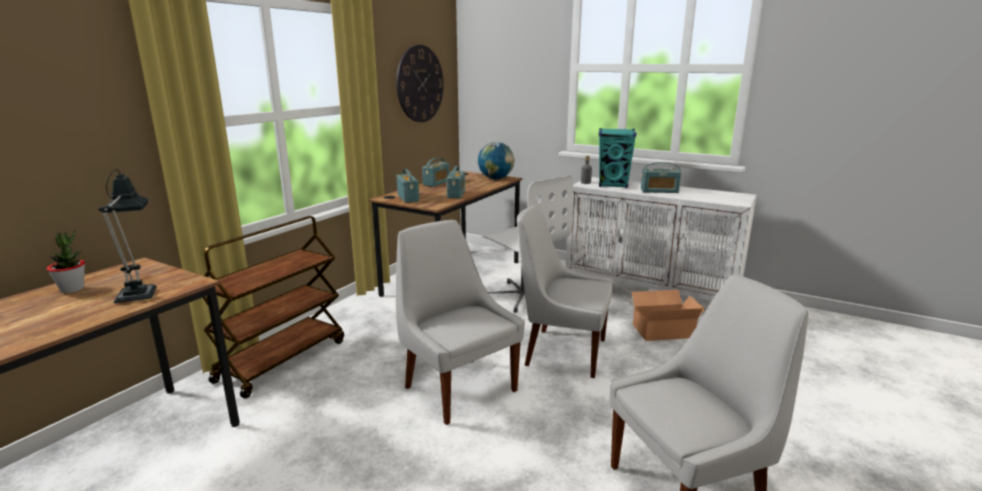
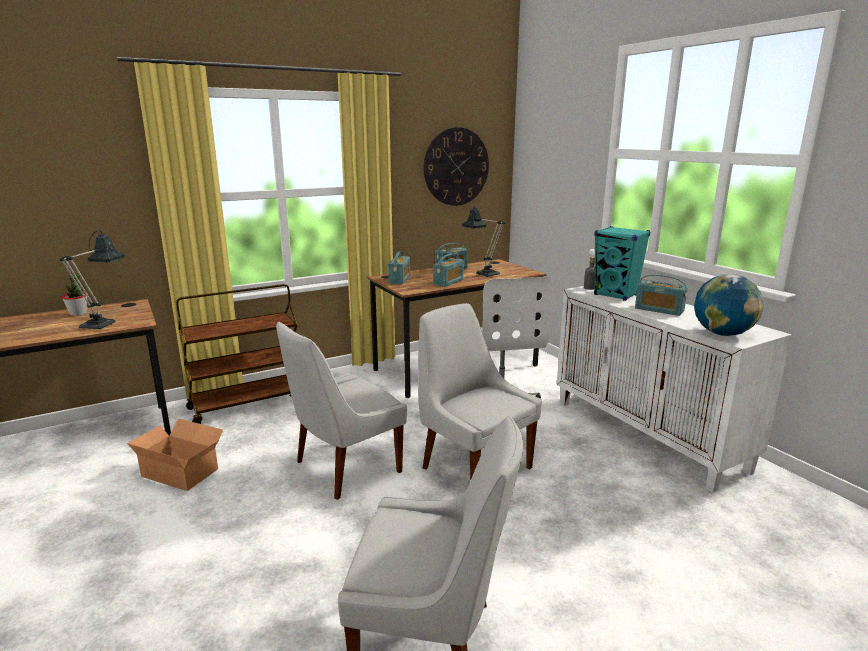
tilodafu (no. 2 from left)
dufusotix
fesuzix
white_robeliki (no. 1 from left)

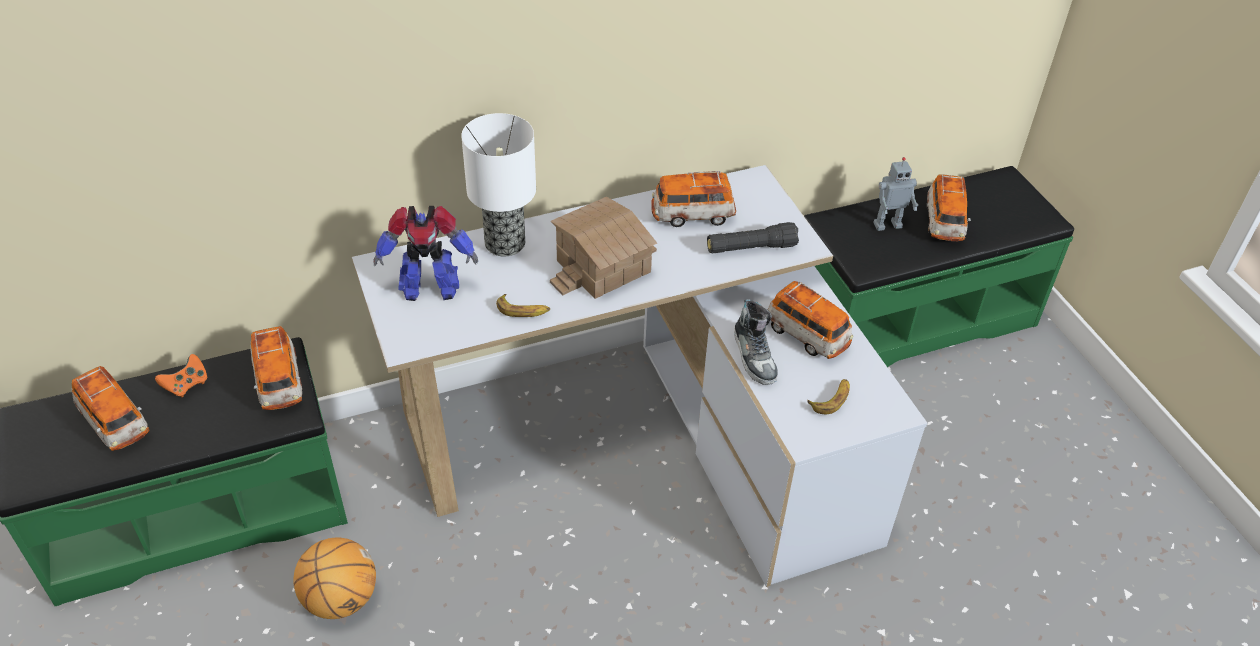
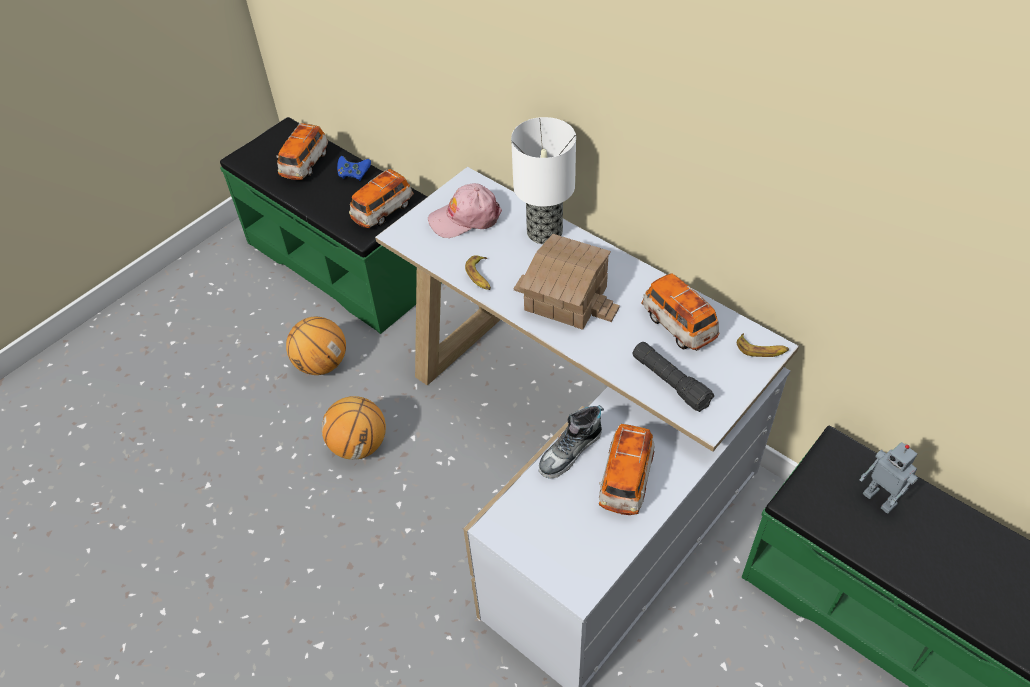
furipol (no. 5 from left in the first image)
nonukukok (no. 2 from left)
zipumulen (no. 2 from left)
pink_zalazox
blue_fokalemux

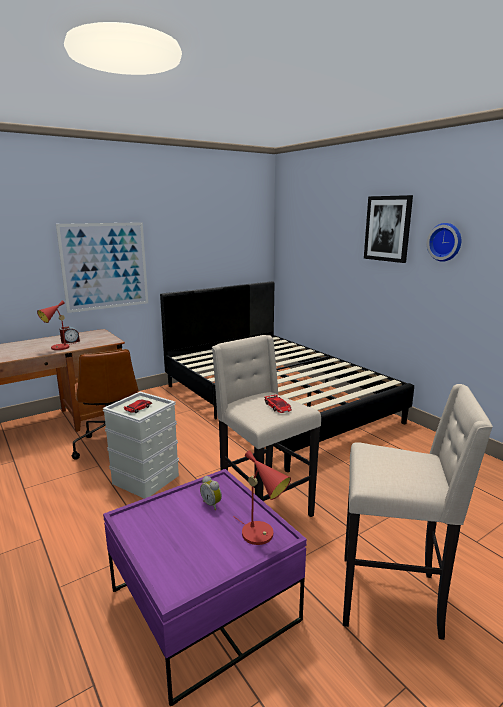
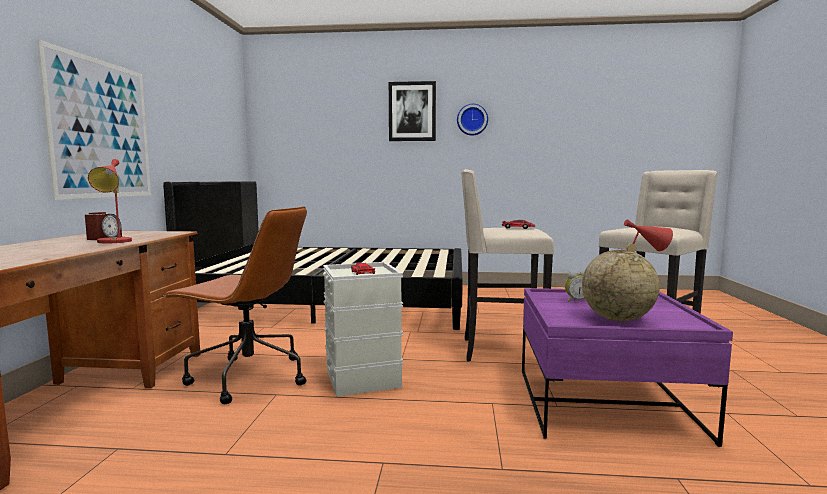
dufusotix

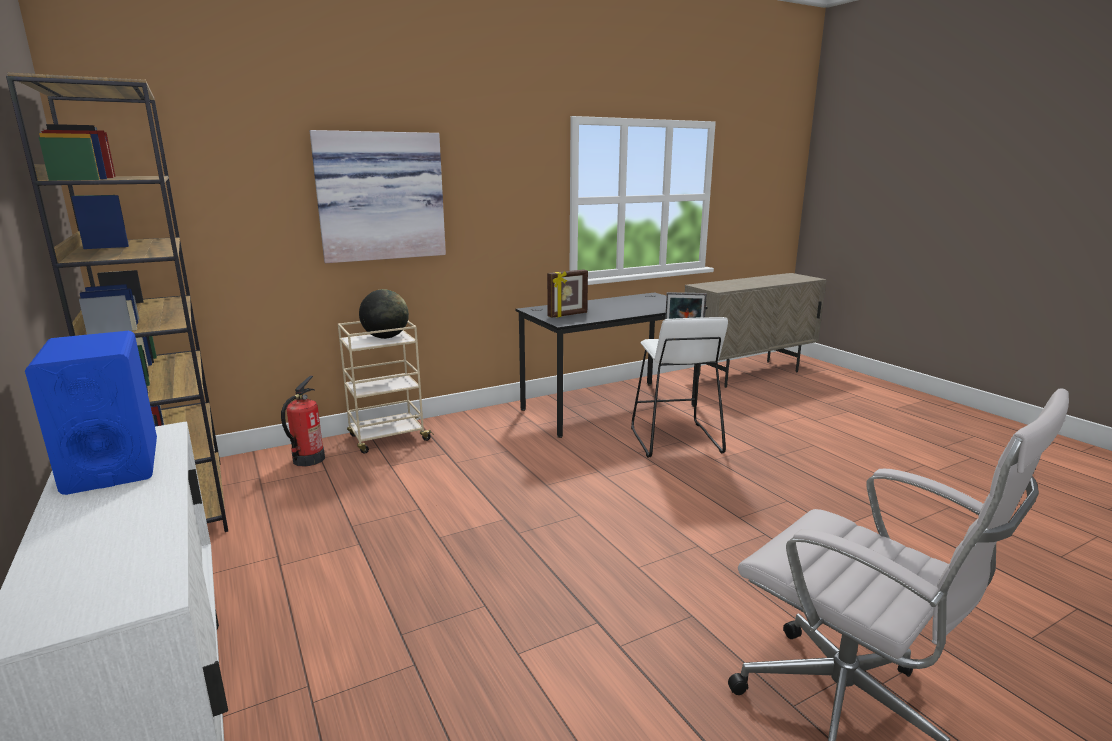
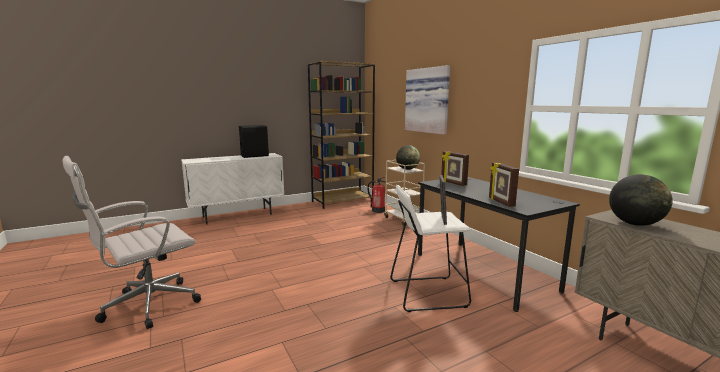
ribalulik (no. 3 from left)
dufusotix (no. 2 from left)
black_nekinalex

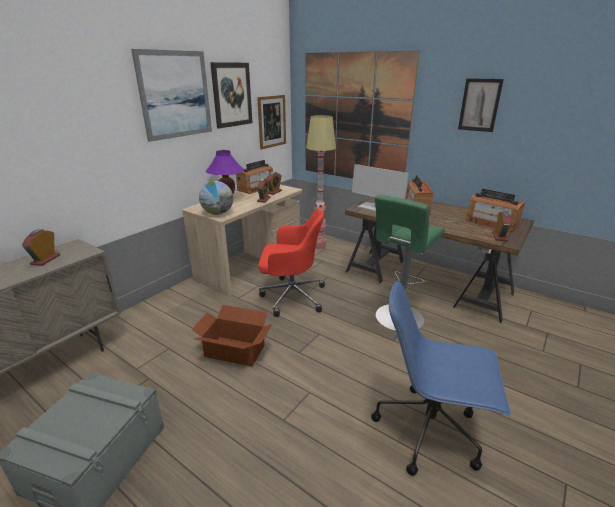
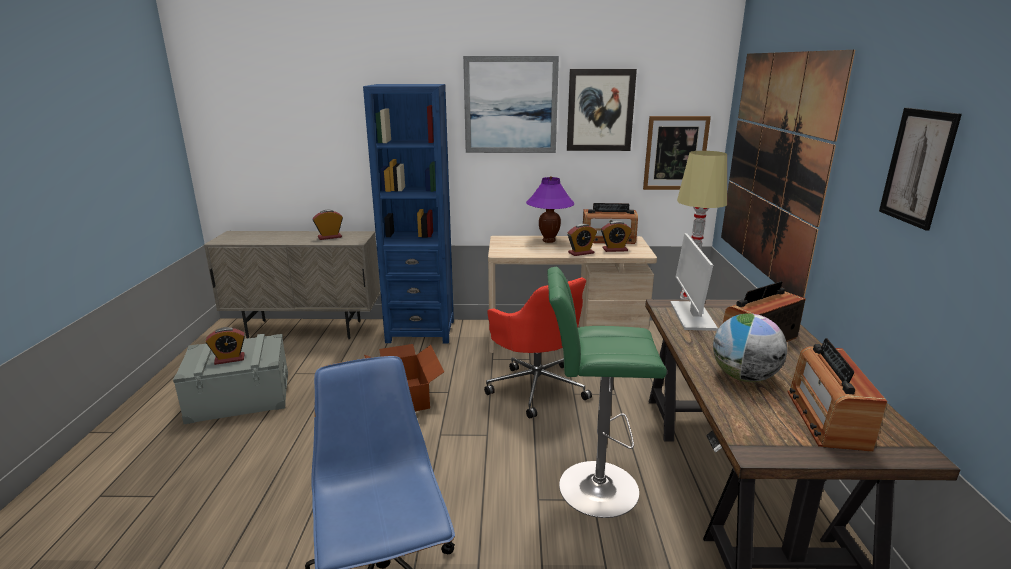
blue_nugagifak
dufusotix
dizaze (no. 1 from left)

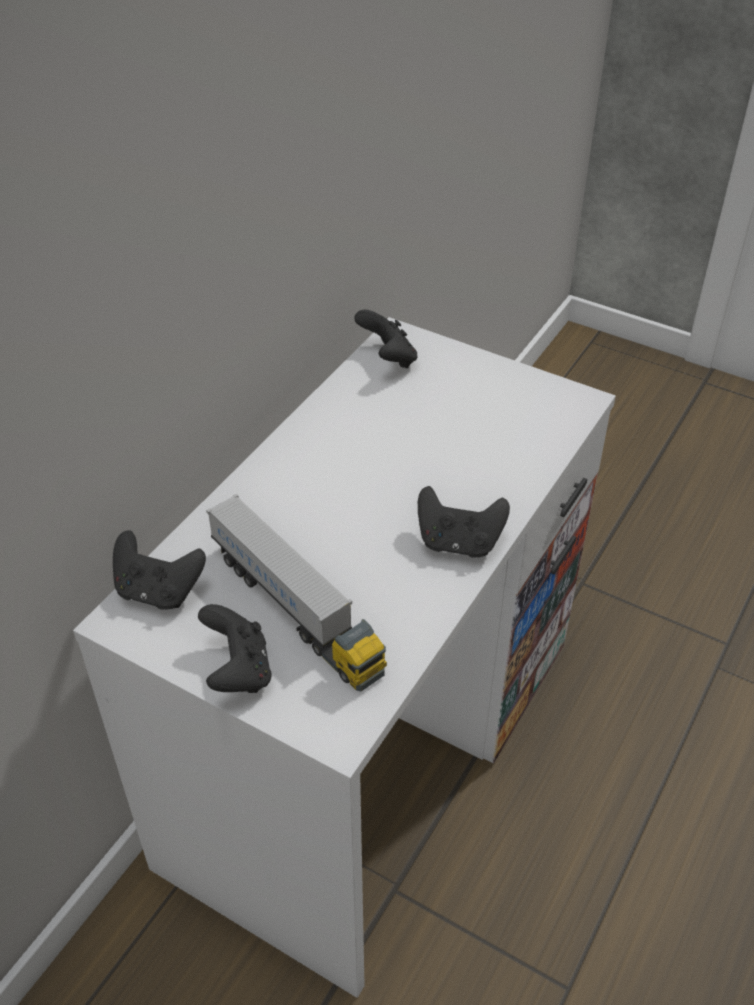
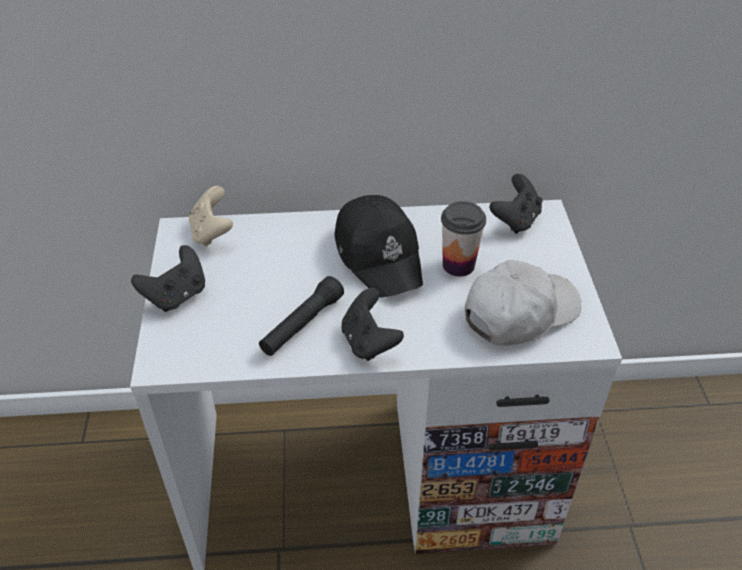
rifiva
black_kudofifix
black_zalazox
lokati
white_zalazox
beige_fokalemux

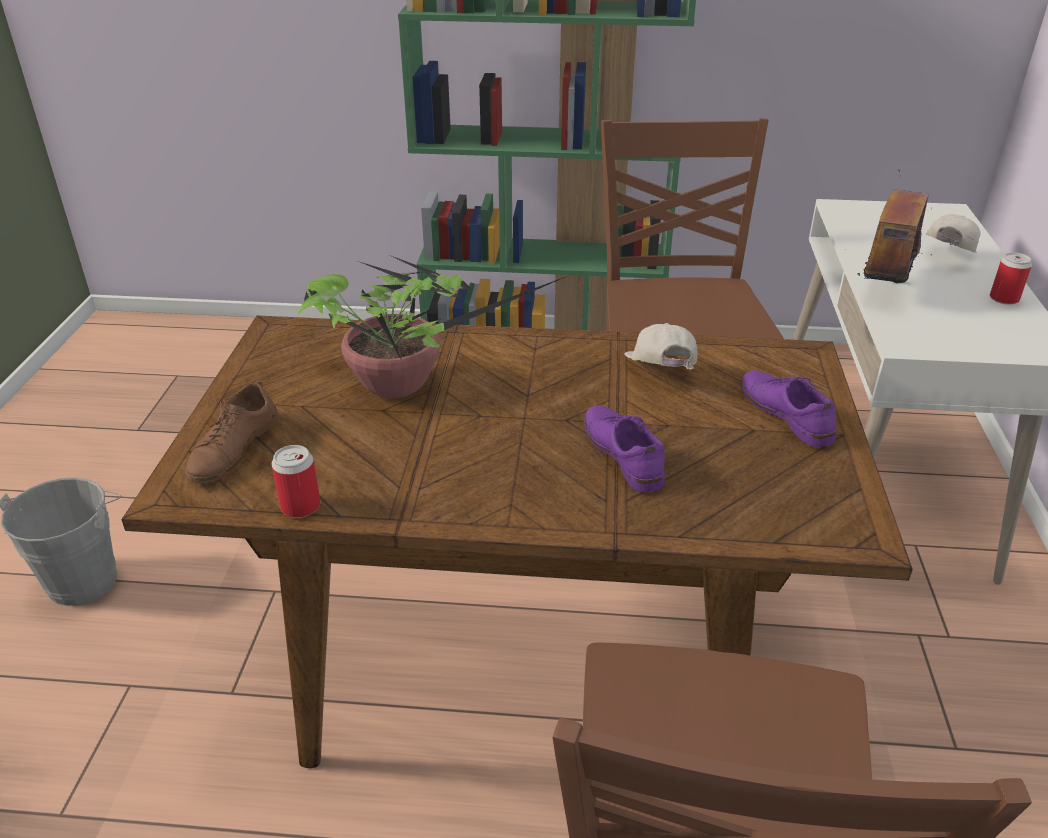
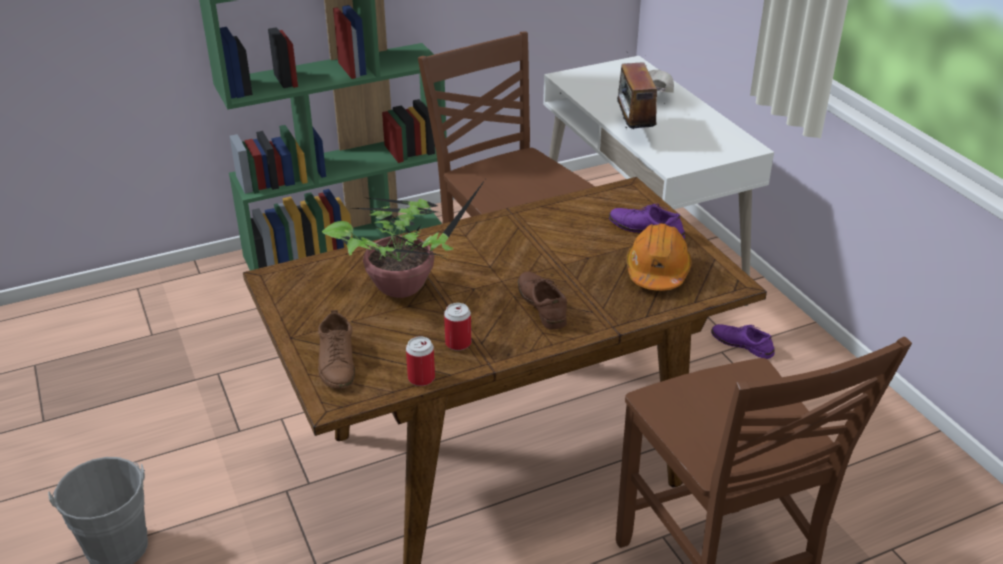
white_zalazox (no. 1 from left in the first image)
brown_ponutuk (no. 2 from left)
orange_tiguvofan
purple_ponutuk (no. 2 from left)
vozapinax (no. 2 from left)

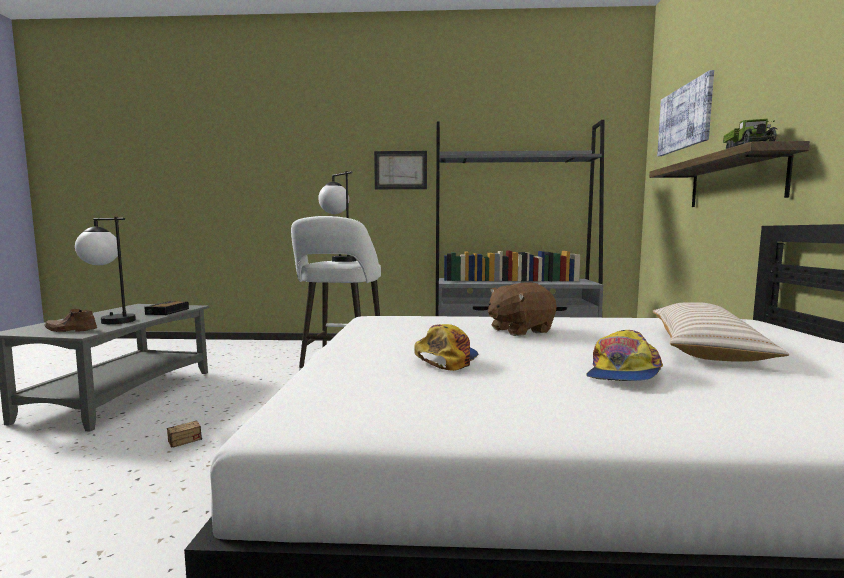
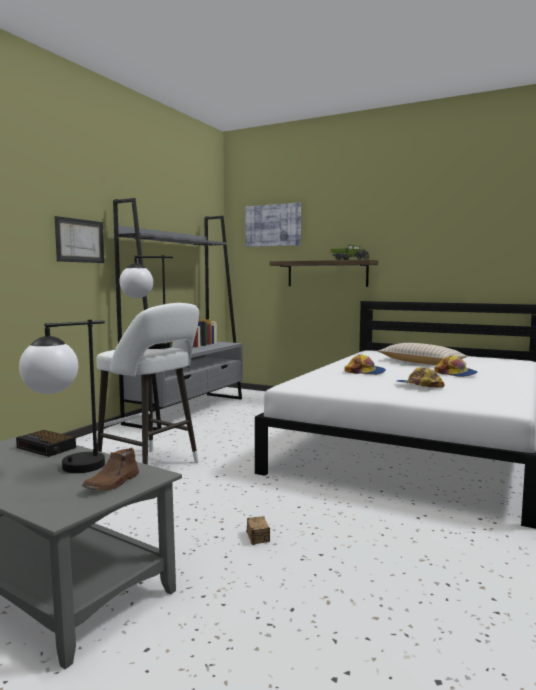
zalazox (no. 1 from left)

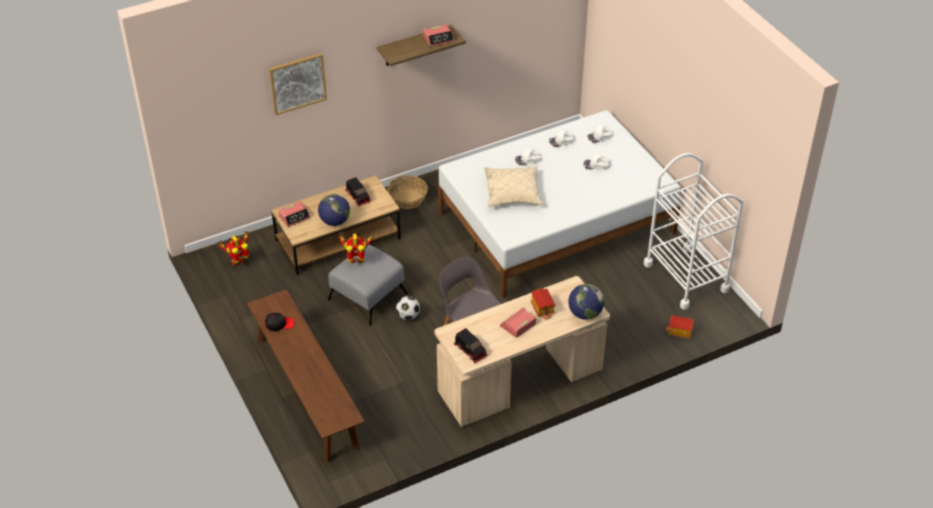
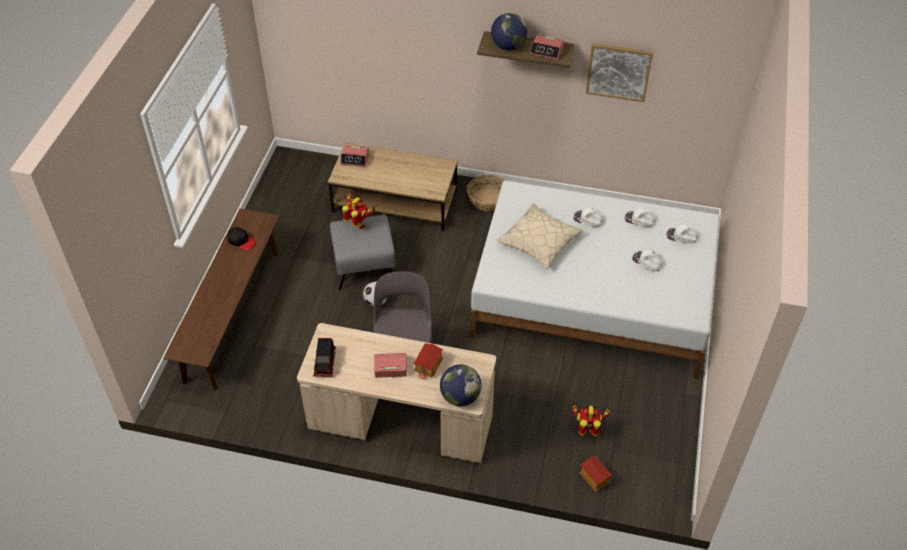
rifiva (no. 1 from left in the first image)
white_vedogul
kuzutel (no. 2 from left)
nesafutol
dufusotix (no. 2 from left)

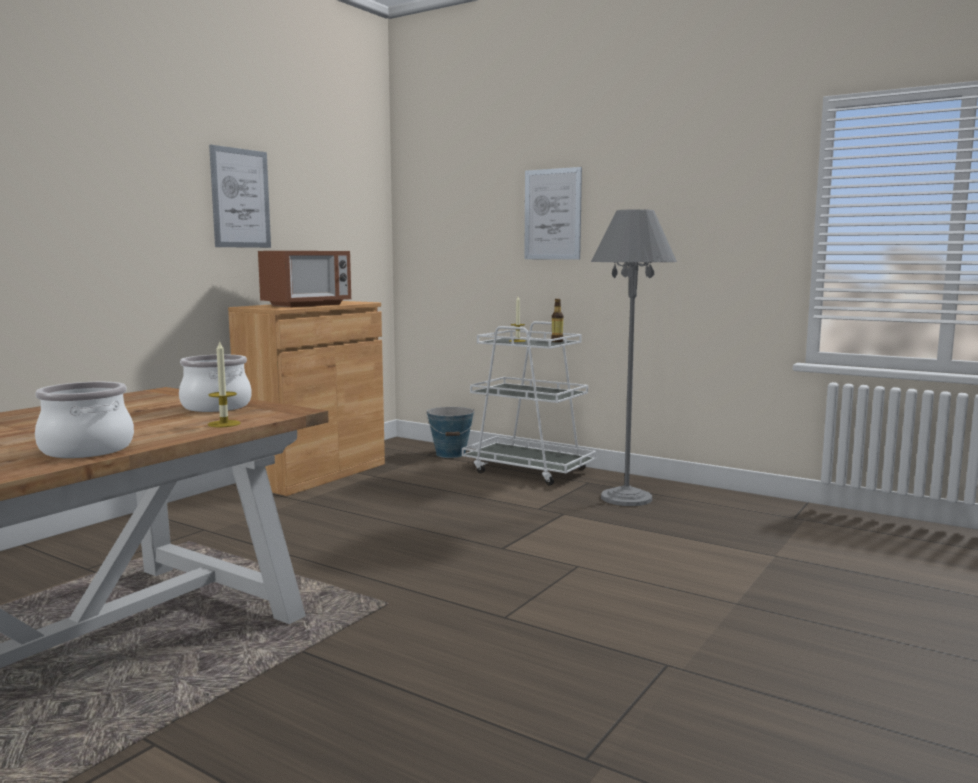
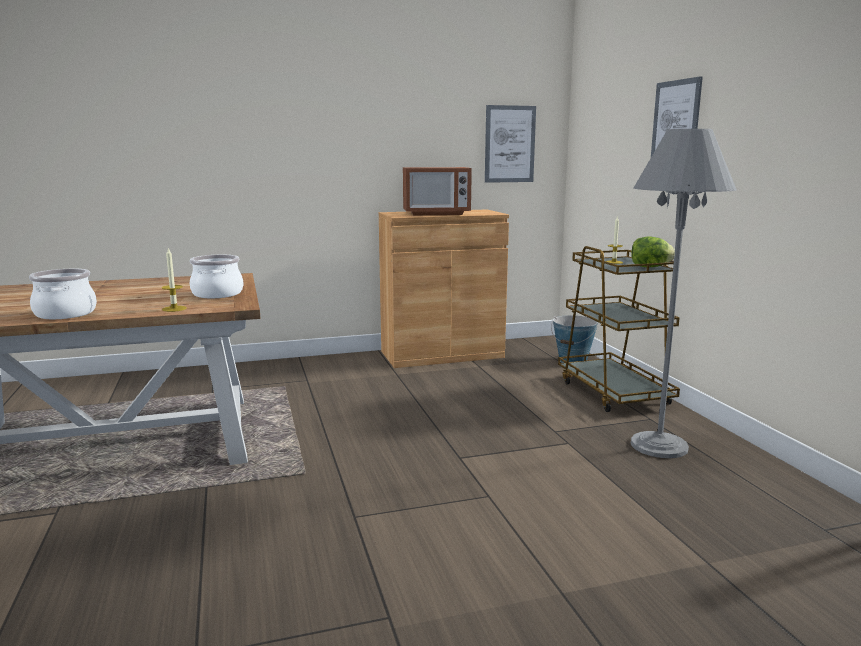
nesafutol (no. 1 from left)
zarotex
brown_vedogul

